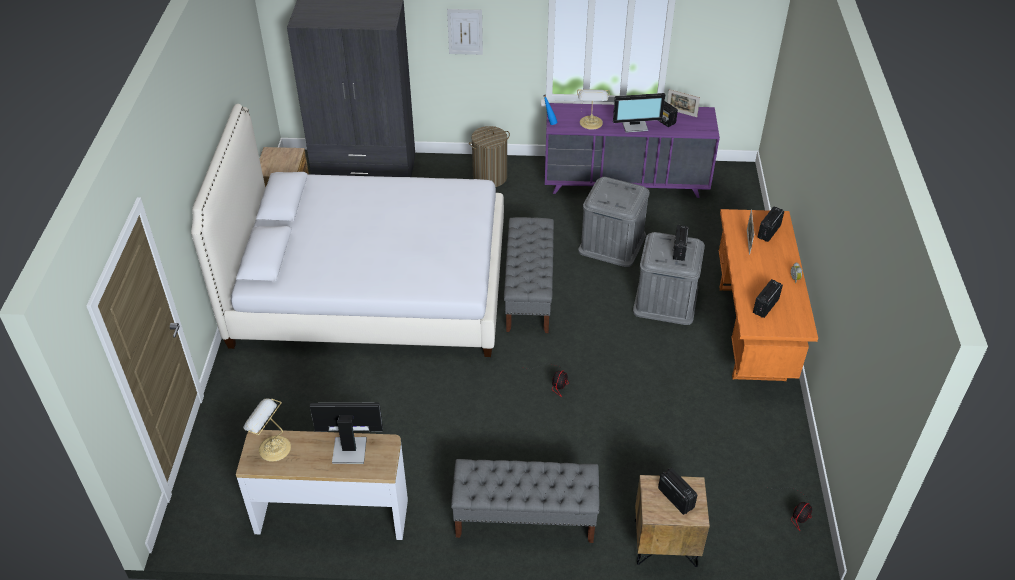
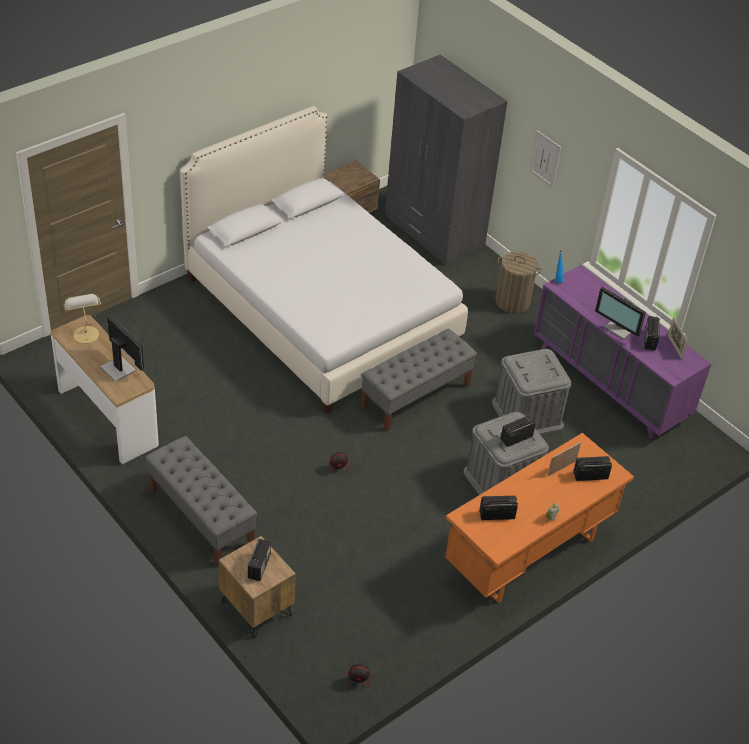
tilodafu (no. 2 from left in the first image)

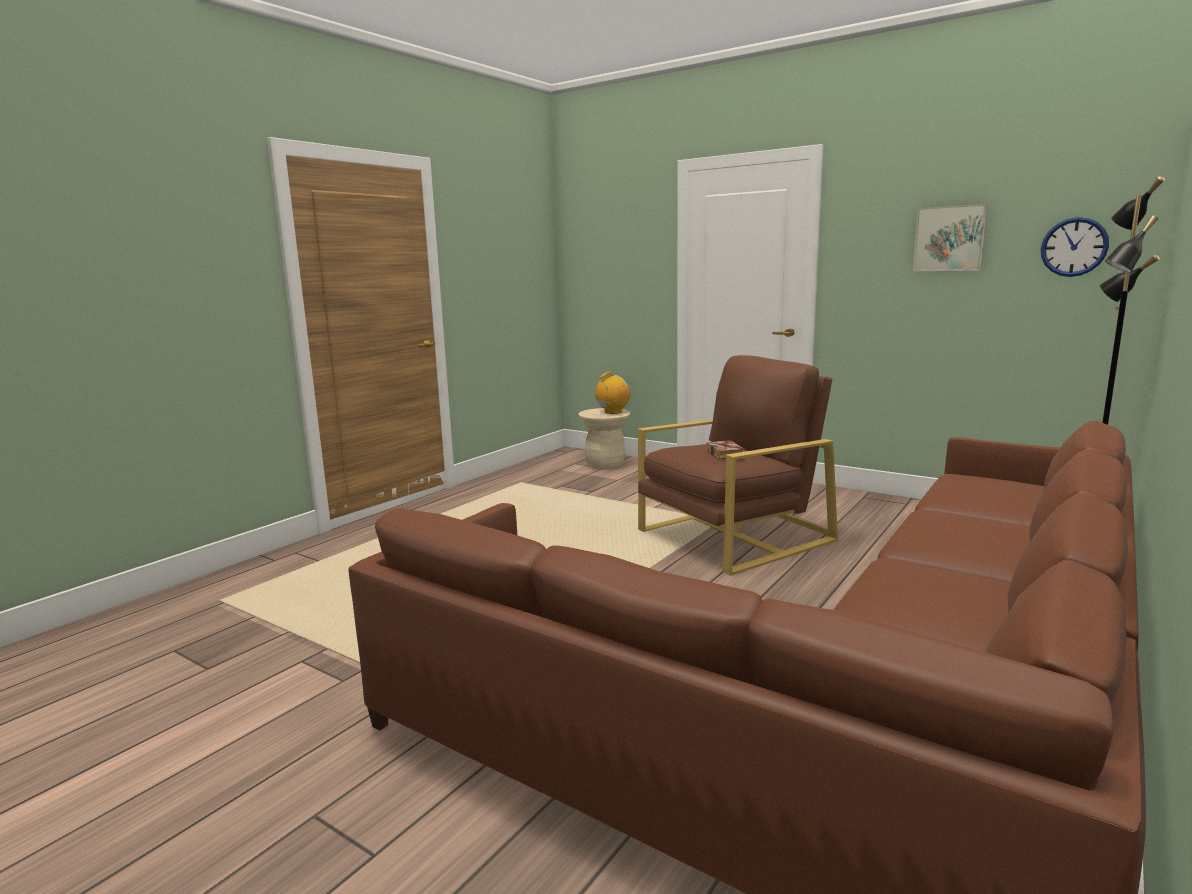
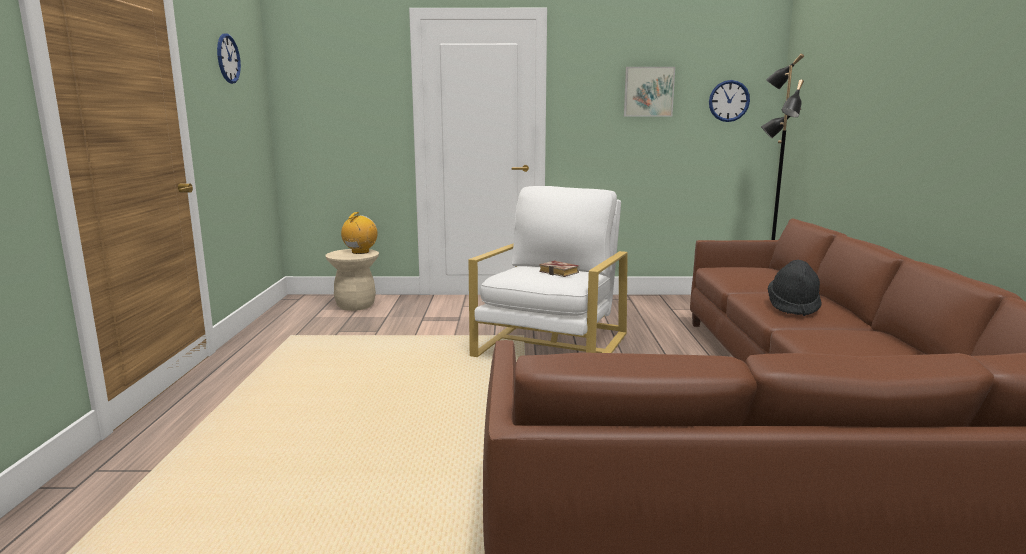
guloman (no. 1 from left)
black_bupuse
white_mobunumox

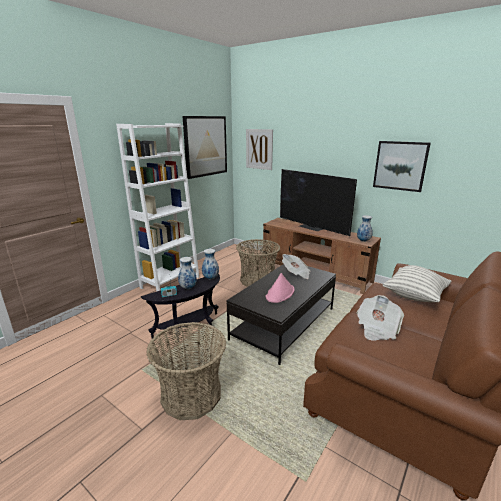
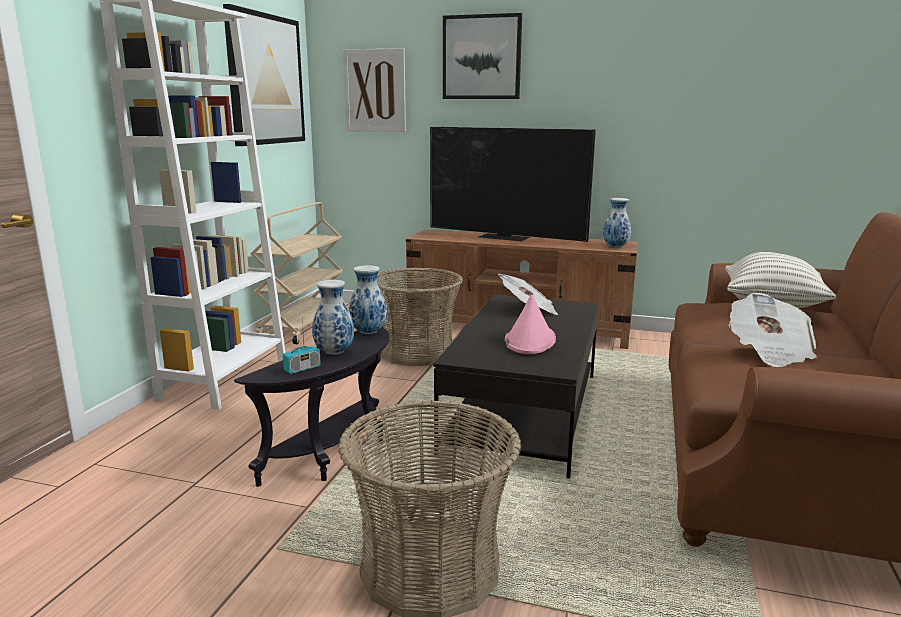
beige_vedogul
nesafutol (no. 3 from left)

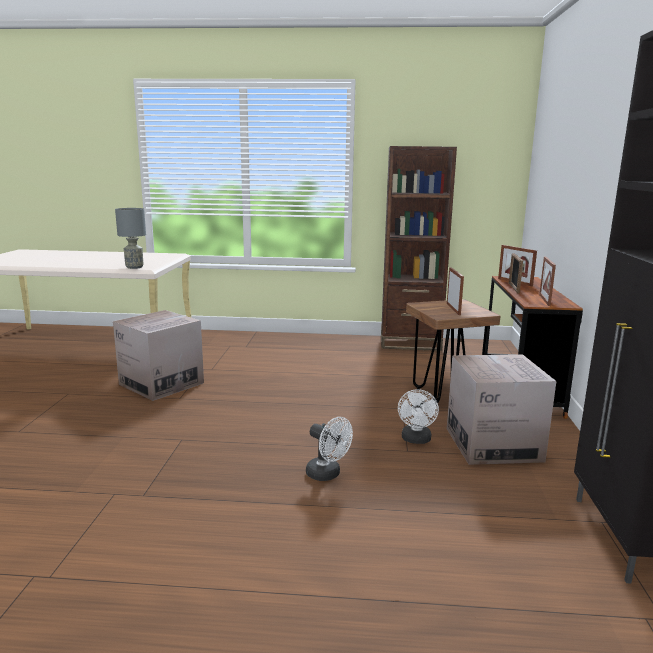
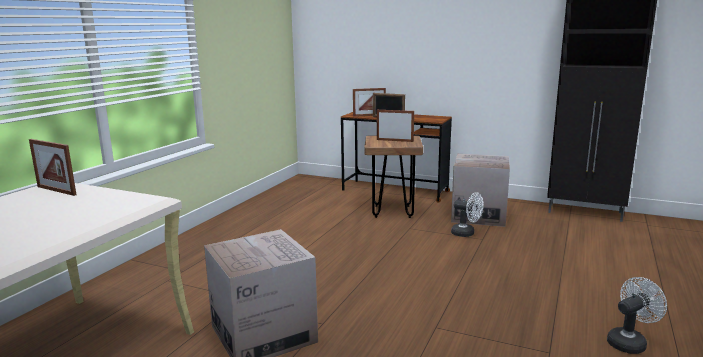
grey_tilodafu
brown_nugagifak
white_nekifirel (no. 2 from left)
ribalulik (no. 1 from left)

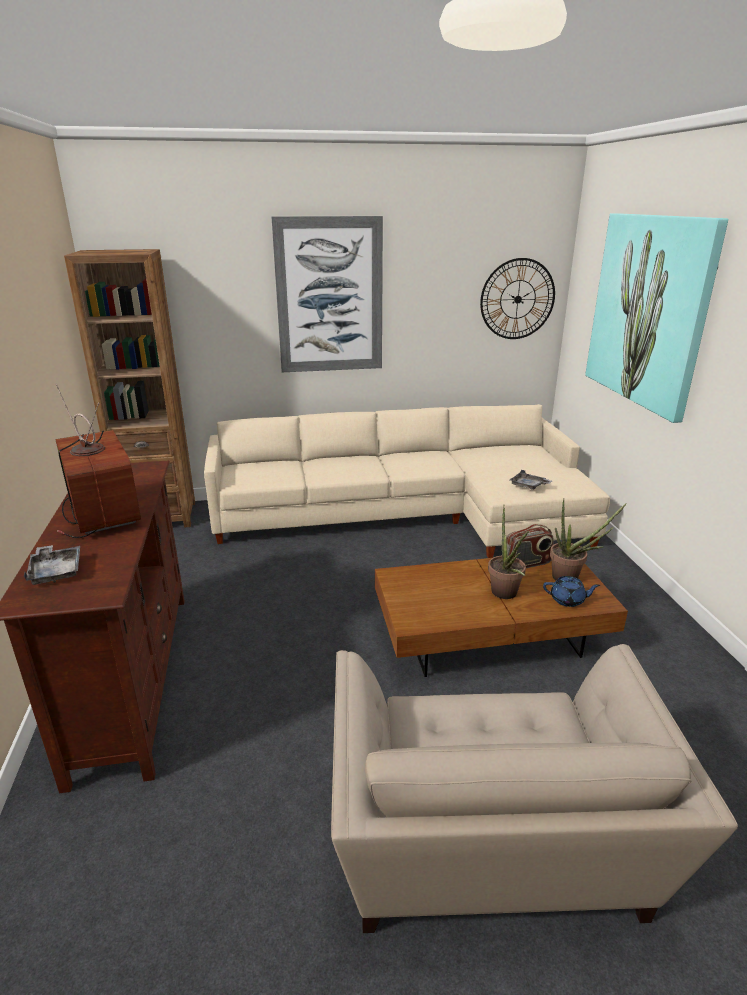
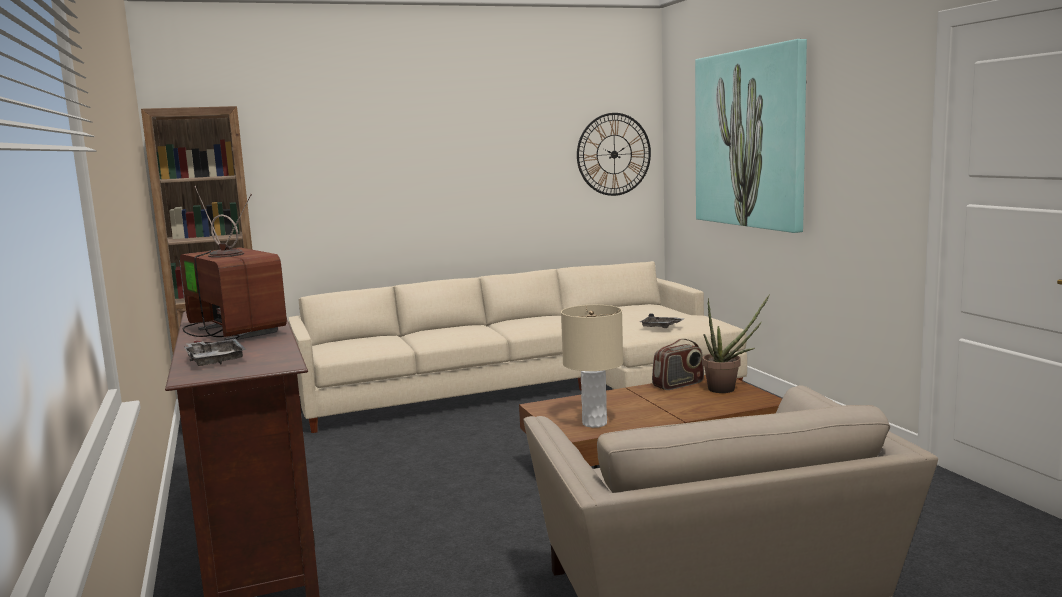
nesafutol (no. 1 from left in the first image)
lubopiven (no. 1 from left in the first image)
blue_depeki
beige_tilodafu

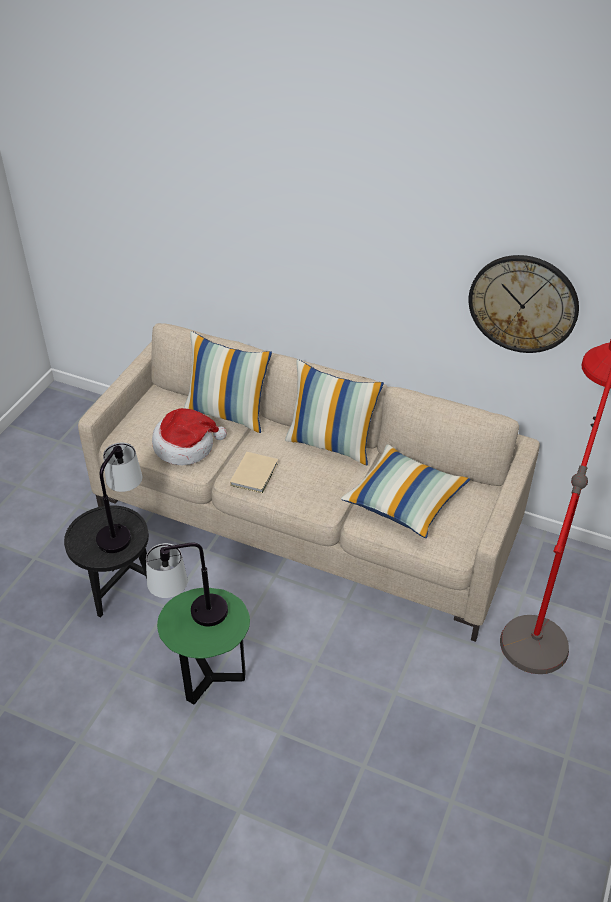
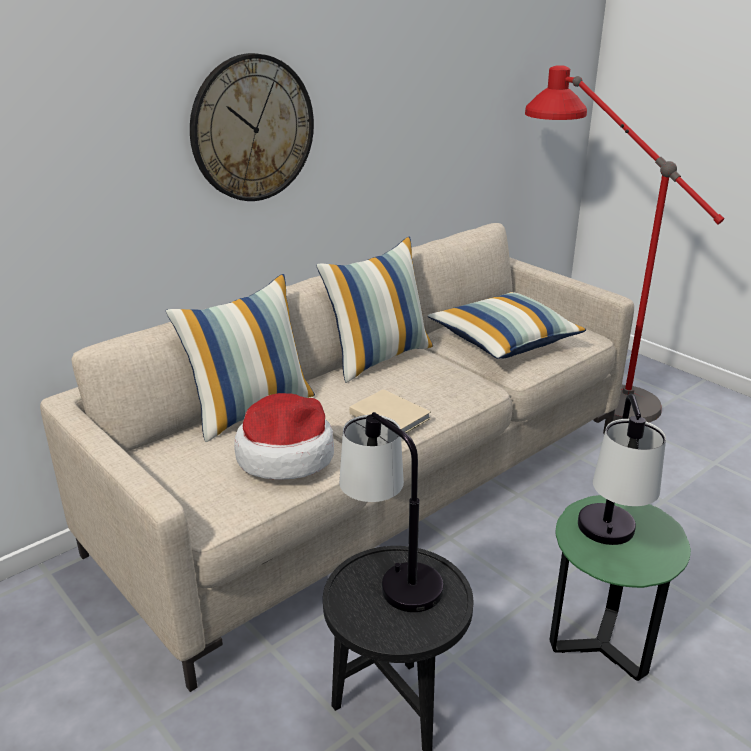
guloman

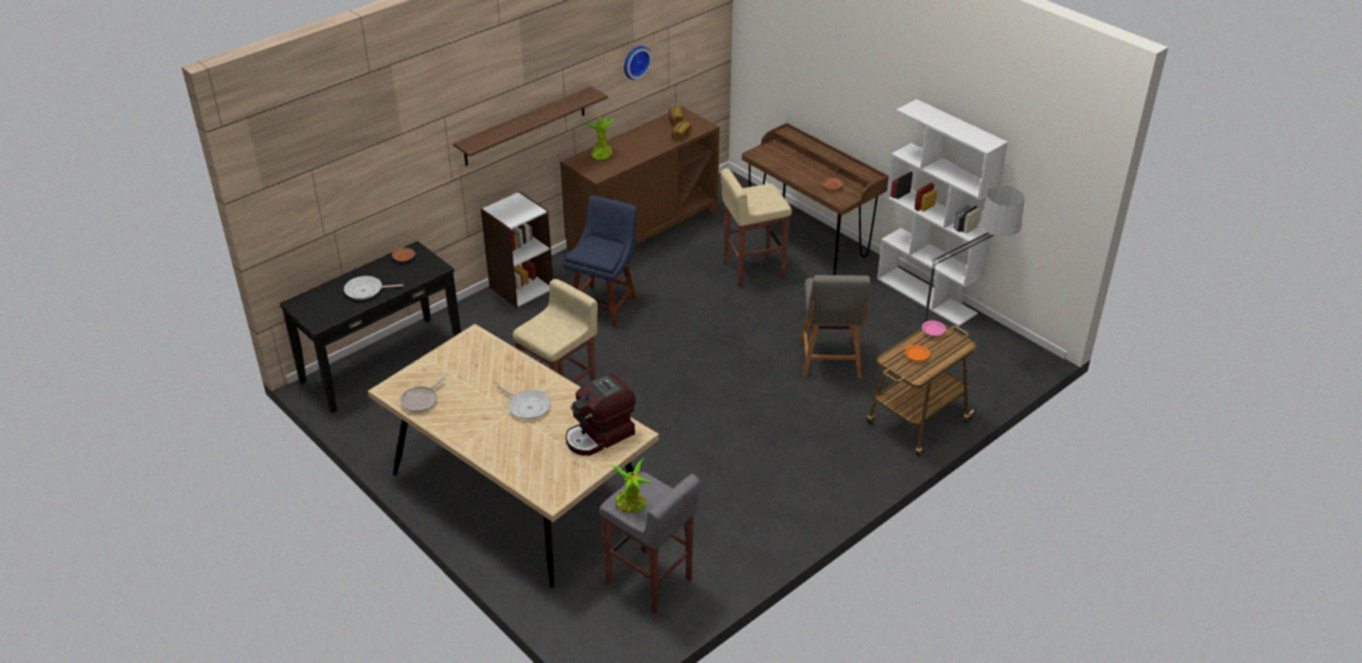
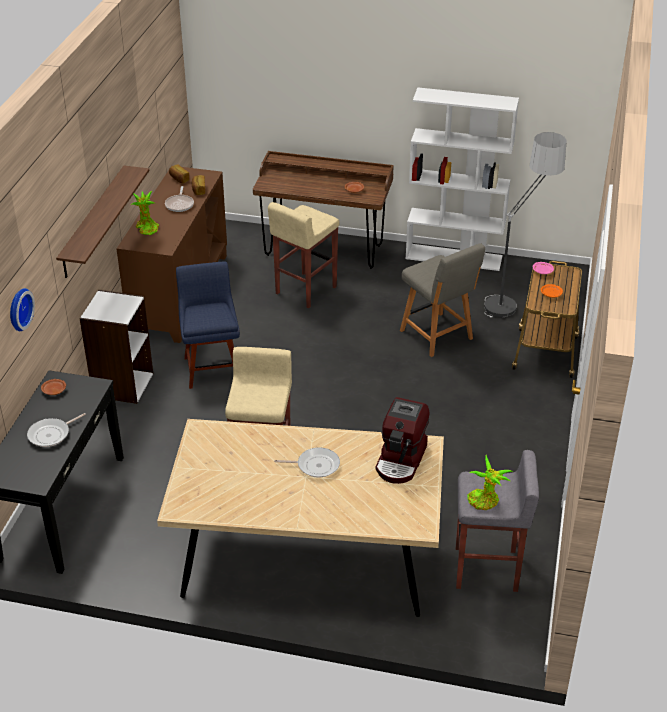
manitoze (no. 2 from left)
guloman

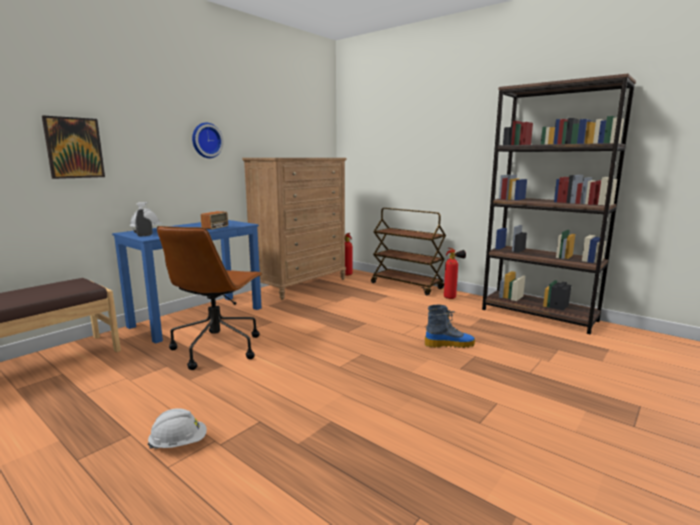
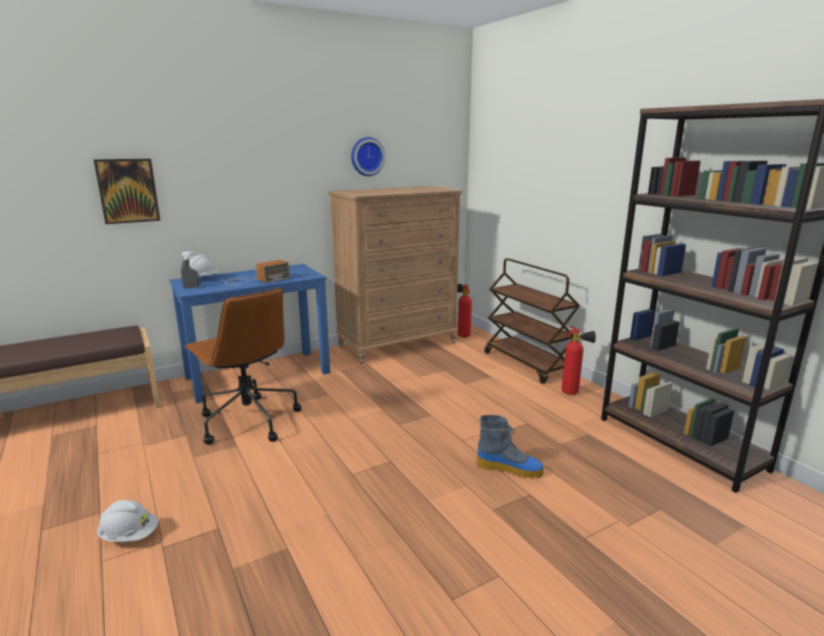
guloman
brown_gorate

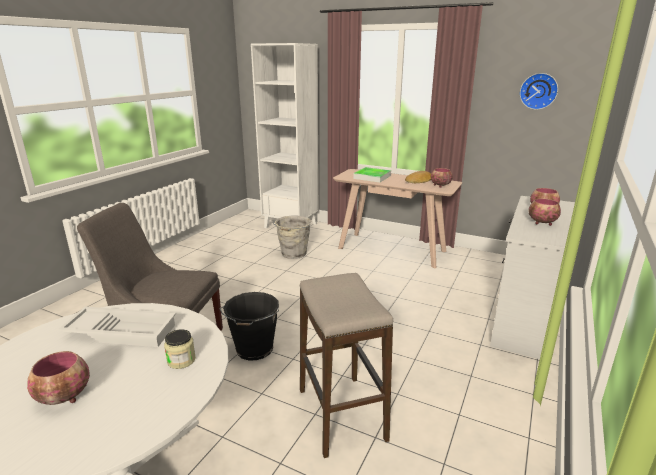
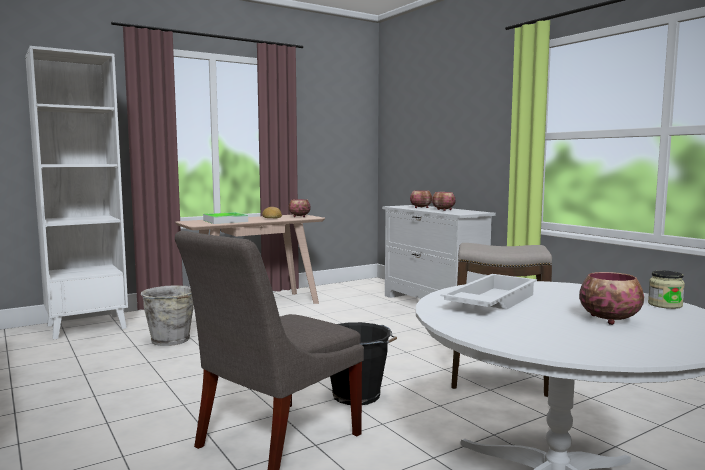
guloman
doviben

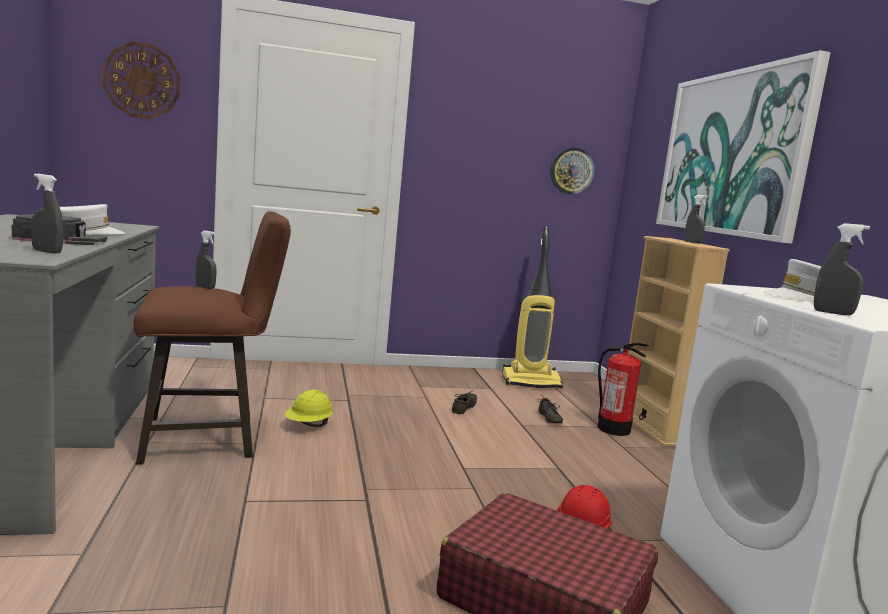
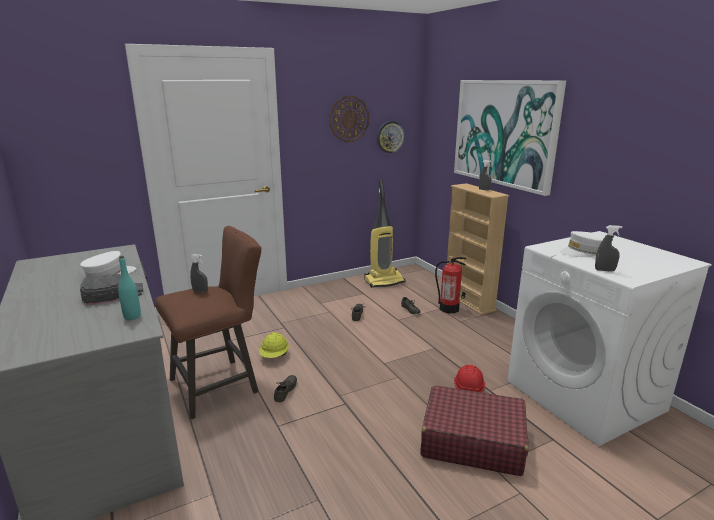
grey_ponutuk (no. 1 from left)
guloman (no. 1 from left)
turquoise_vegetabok

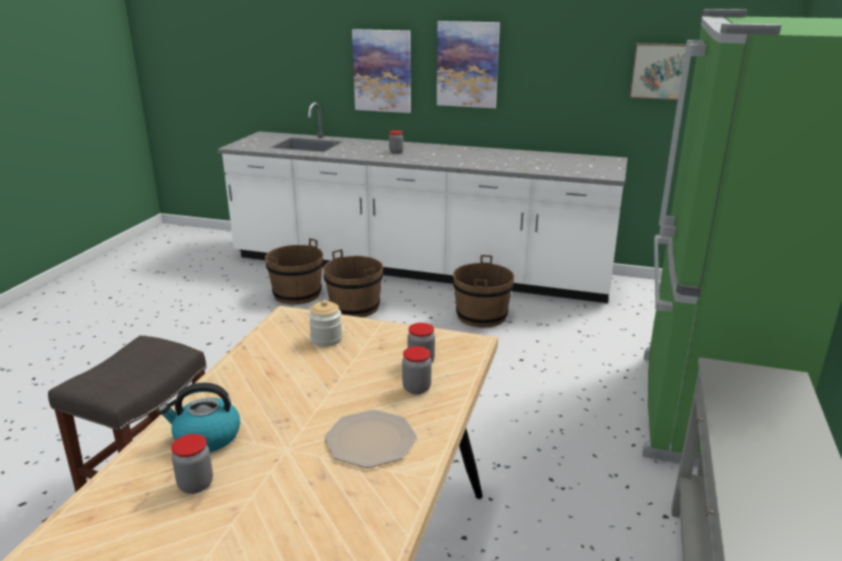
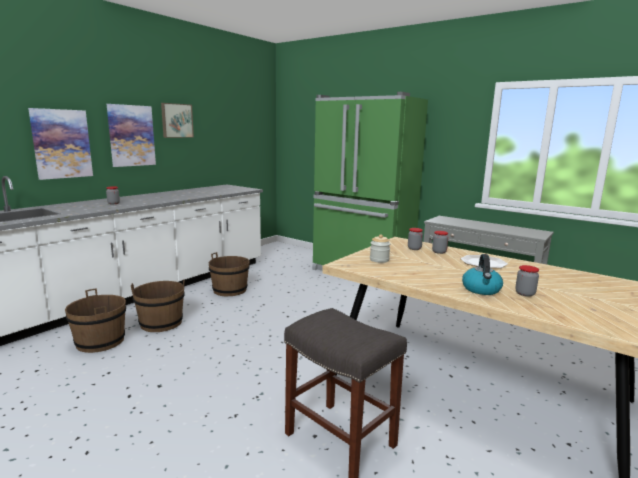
nesafutol (no. 3 from left)

